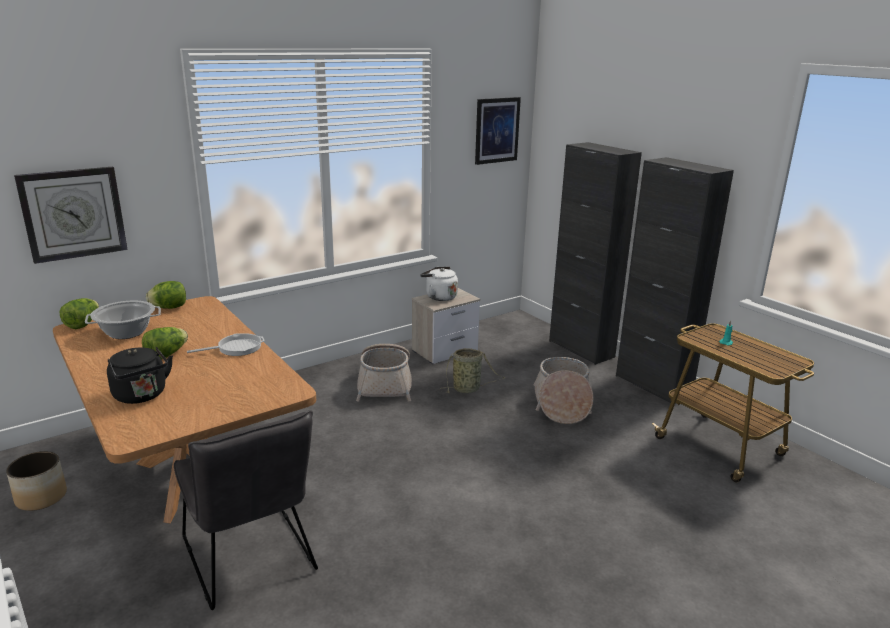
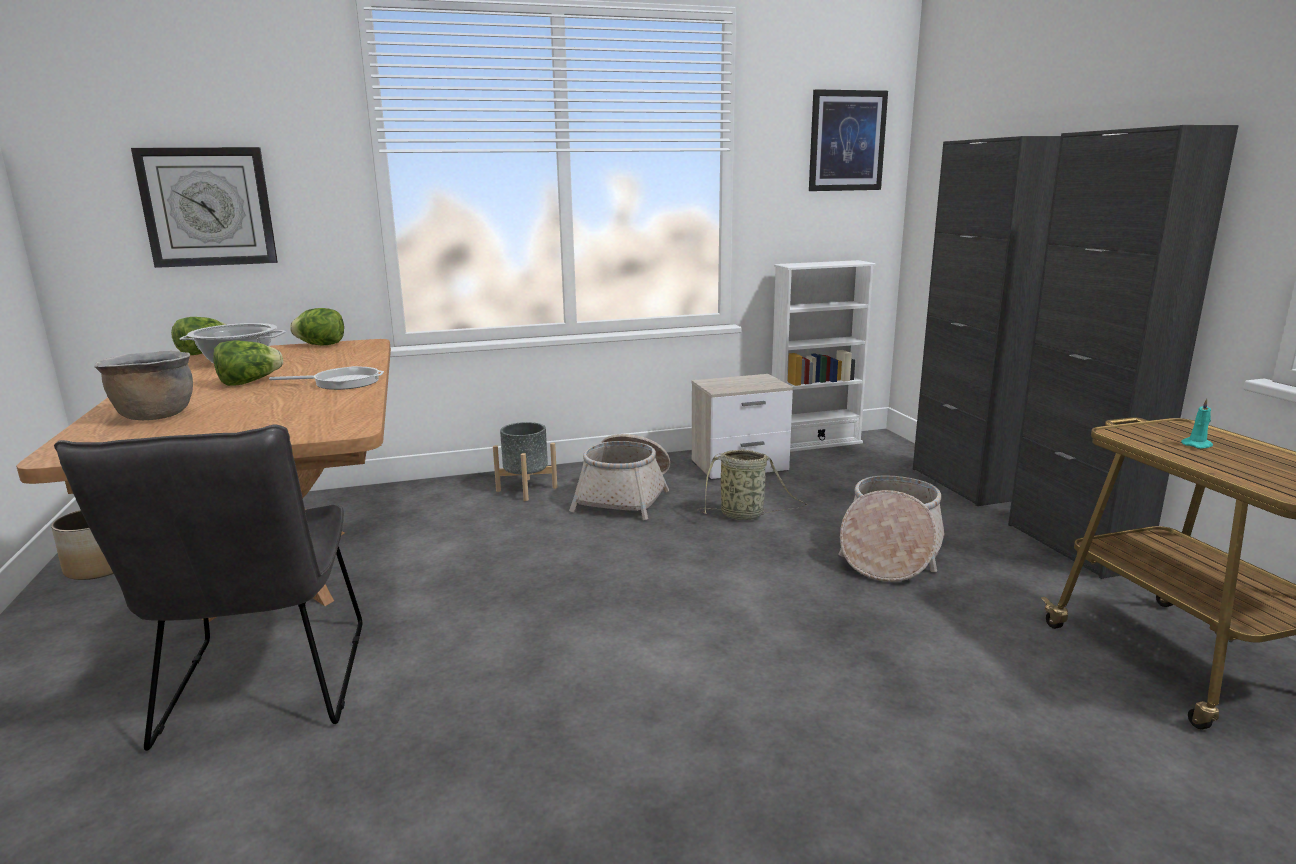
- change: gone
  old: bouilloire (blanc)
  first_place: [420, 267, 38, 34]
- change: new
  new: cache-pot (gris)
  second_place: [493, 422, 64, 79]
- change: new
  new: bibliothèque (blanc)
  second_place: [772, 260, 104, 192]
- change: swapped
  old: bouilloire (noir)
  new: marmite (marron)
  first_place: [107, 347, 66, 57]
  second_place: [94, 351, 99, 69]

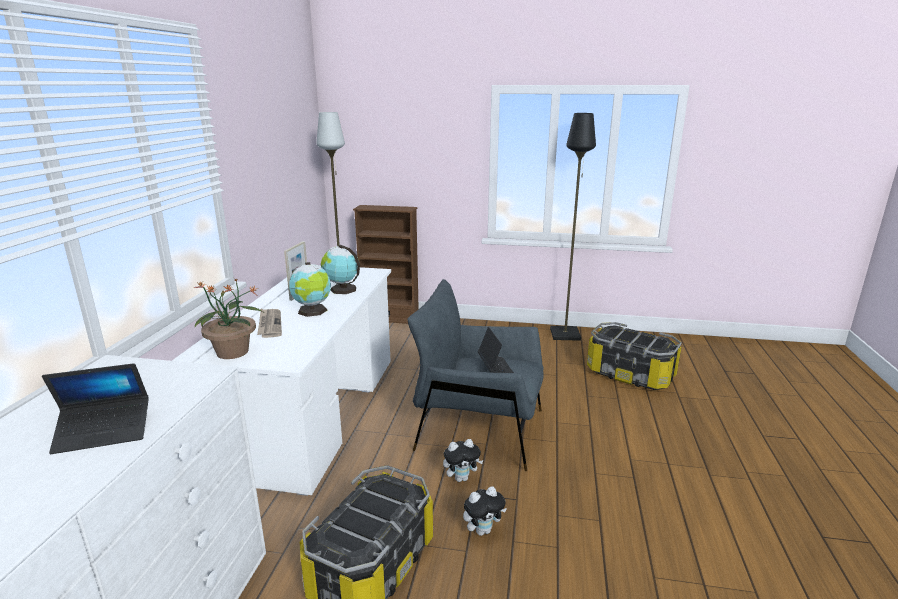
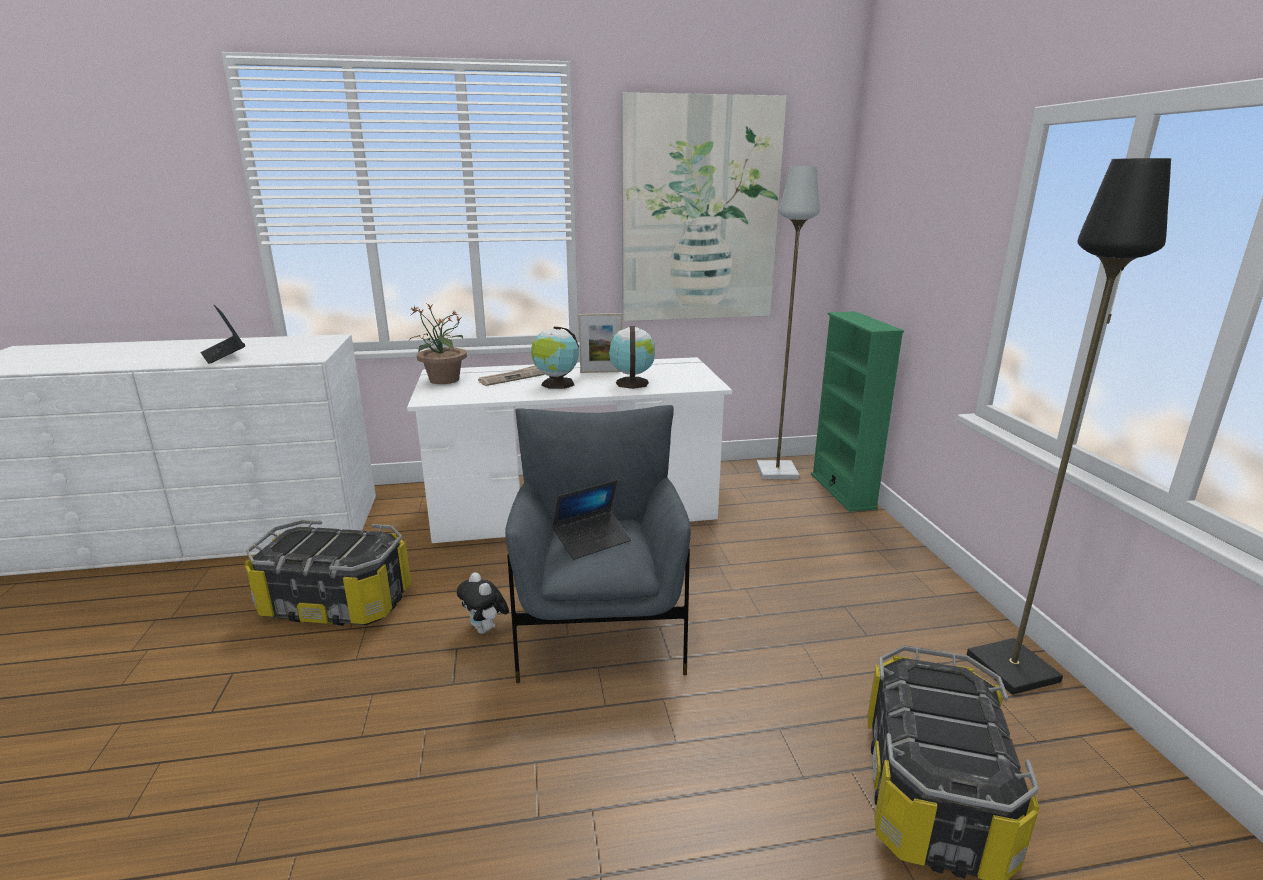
- change: gone
  old: peluche
  first_place: [463, 486, 44, 50]
- change: new
  new: tableau
  second_place: [621, 92, 166, 229]
- change: repainted
  old: bibliothèque (marron)
  new: bibliothèque (vert)
  first_place: [353, 205, 66, 119]
  second_place: [811, 311, 93, 201]

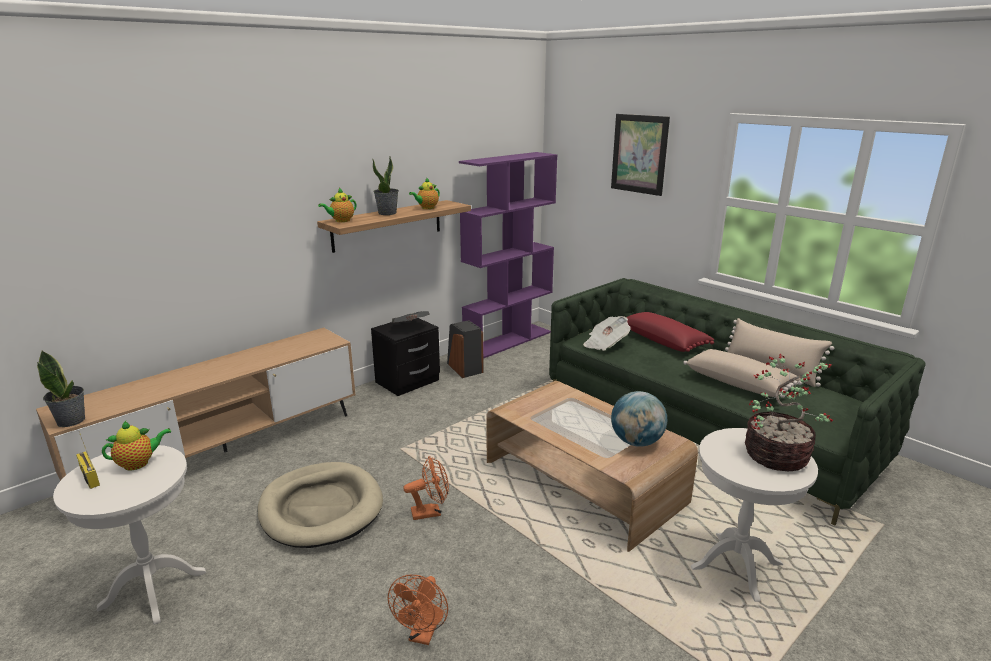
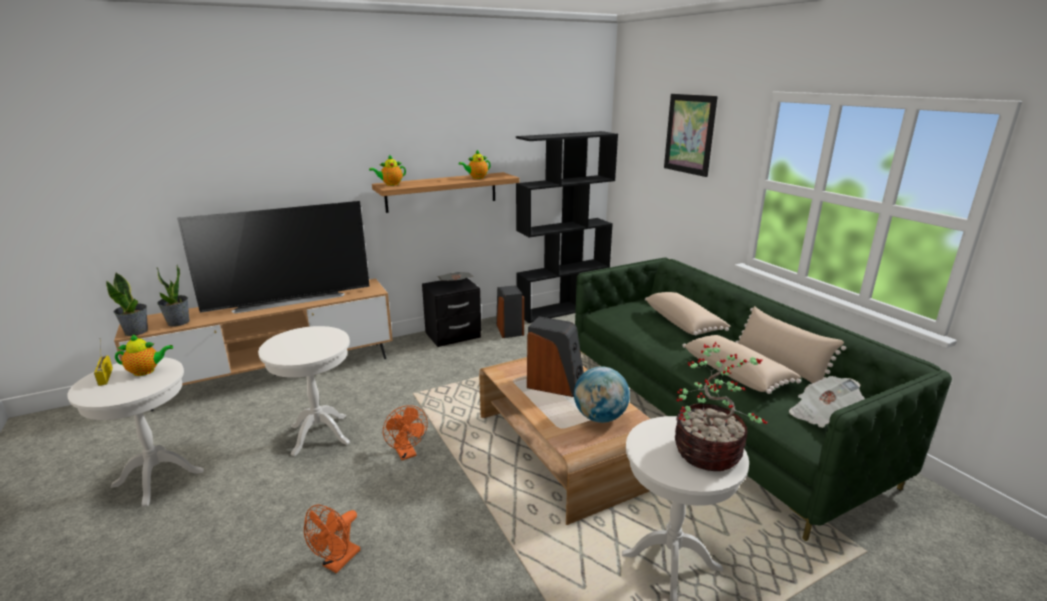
- change: new
  new: téléviseur
  second_place: [177, 201, 193, 112]
- change: new
  new: enceinte
  second_place: [527, 316, 57, 81]
- change: shifted
  old: plante en pot
  first_place: [372, 157, 27, 58]
  second_place: [157, 264, 33, 63]
- change: shifted
  old: journal
  first_place: [583, 316, 48, 35]
  second_place: [789, 376, 76, 52]
- change: swapped
  old: panier pour chien (beige)
  new: table d'appoint (blanc)
  first_place: [258, 462, 125, 86]
  second_place: [258, 326, 92, 130]
- change: repainted
  old: bibliothèque (violet)
  new: bibliothèque (noir)
  first_place: [459, 152, 98, 207]
  second_place: [516, 131, 102, 192]
- change: repainted
  old: coussin (rouge)
  new: coussin (beige)
  first_place: [627, 312, 87, 40]
  second_place: [645, 292, 86, 43]
- change: rotated
  old: ventilateur (orange)
  first_place: [403, 456, 46, 64]
  second_place: [383, 405, 45, 55]
  degrees: 60

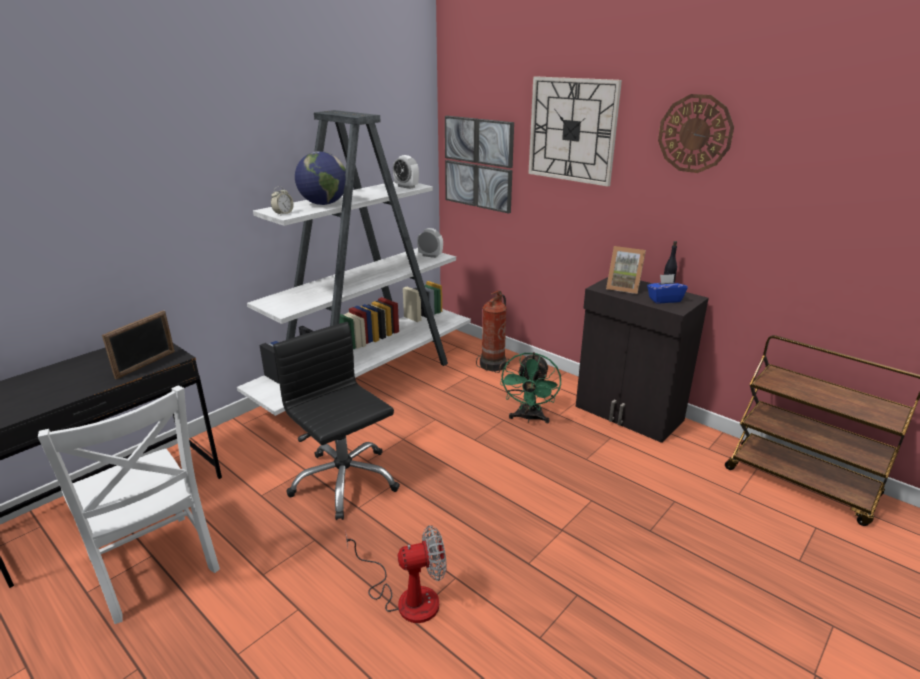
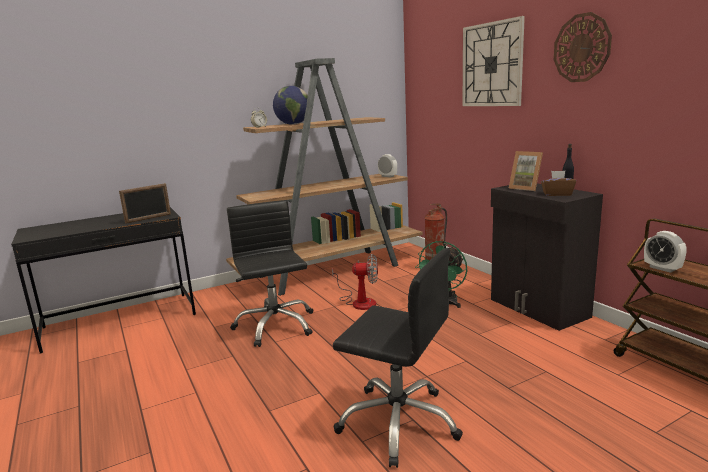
- change: gone
  old: chaise (blanc)
  first_place: [38, 385, 182, 239]
- change: gone
  old: tableau
  first_place: [445, 116, 69, 98]
- change: new
  new: chaise de bureau (noir)
  second_place: [333, 248, 130, 220]
- change: shifted
  old: ventilateur
  first_place: [345, 525, 102, 98]
  second_place: [332, 254, 46, 56]
- change: shifted
  old: réveil
  first_place: [393, 155, 26, 34]
  second_place: [644, 231, 42, 42]
- change: repainted
  old: bibliothèque (blanc)
  new: bibliothèque (marron)
  first_place: [237, 110, 234, 306]
  second_place: [226, 58, 197, 238]
- change: repainted
  old: boîte à mouchoirs (bleu)
  new: boîte à mouchoirs (marron)
  first_place: [647, 274, 41, 29]
  second_place: [541, 171, 35, 25]

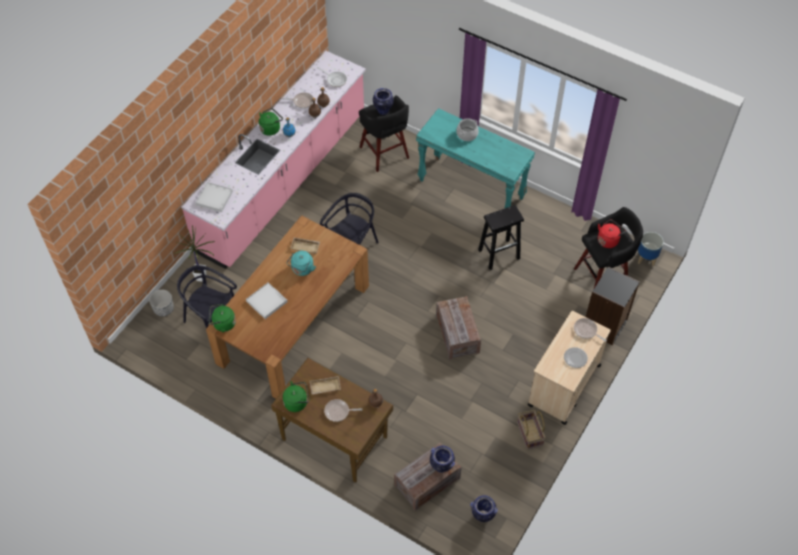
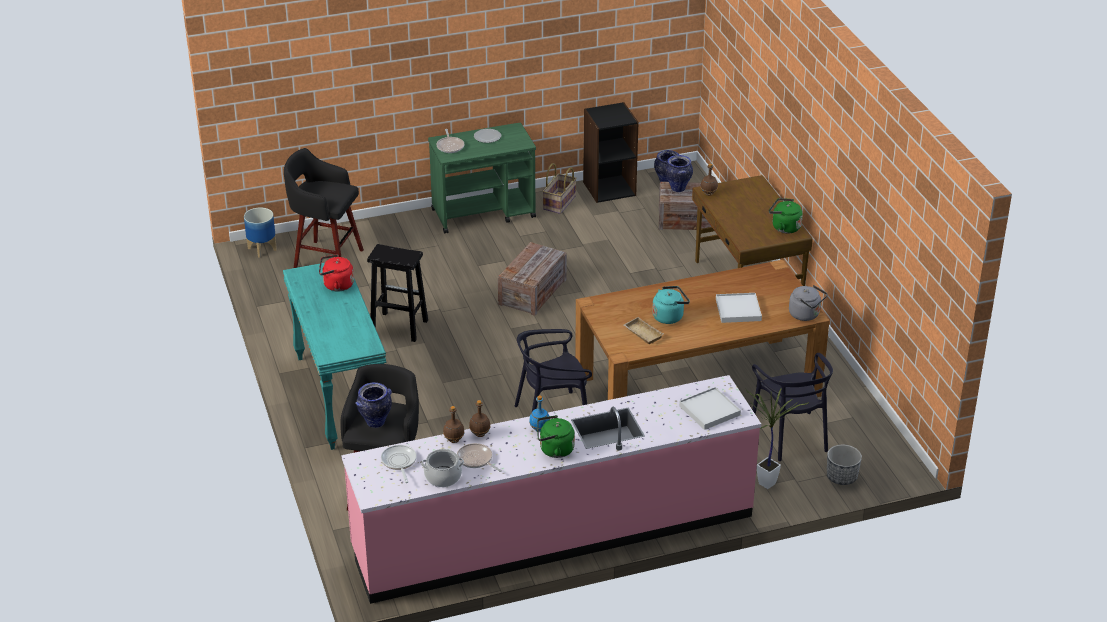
- change: gone
  old: plateau (beige)
  first_place: [310, 376, 31, 18]
- change: gone
  old: poêle
  first_place: [324, 399, 39, 23]
- change: shifted
  old: marmite
  first_place: [456, 118, 23, 23]
  second_place: [421, 449, 43, 38]
- change: shifted
  old: bibliothèque (noir)
  first_place: [586, 267, 54, 78]
  second_place: [583, 102, 55, 101]
- change: shifted
  old: bouilloire (rouge)
  first_place: [598, 219, 28, 29]
  second_place: [319, 254, 35, 37]
- change: repainted
  old: bouilloire (vert)
  new: bouilloire (gris)
  first_place: [209, 304, 27, 28]
  second_place: [789, 285, 39, 36]
- change: repainted
  old: chariot (beige)
  new: chariot (vert)
  first_place: [528, 311, 83, 114]
  second_place: [428, 123, 108, 111]

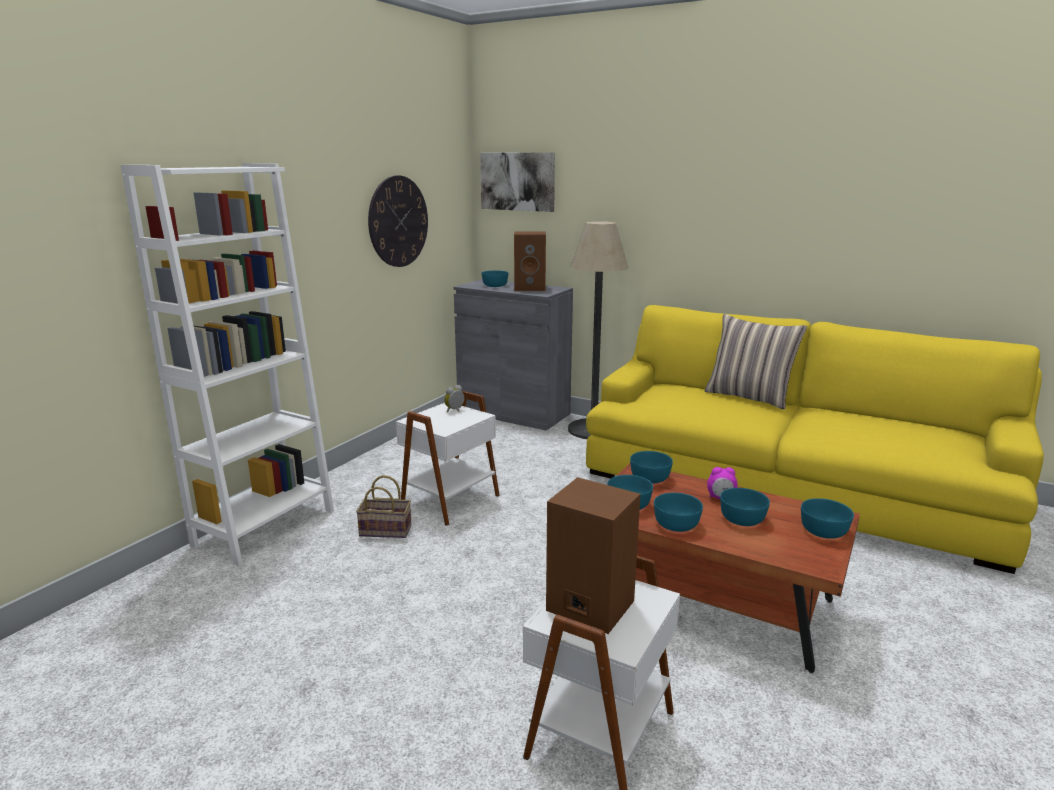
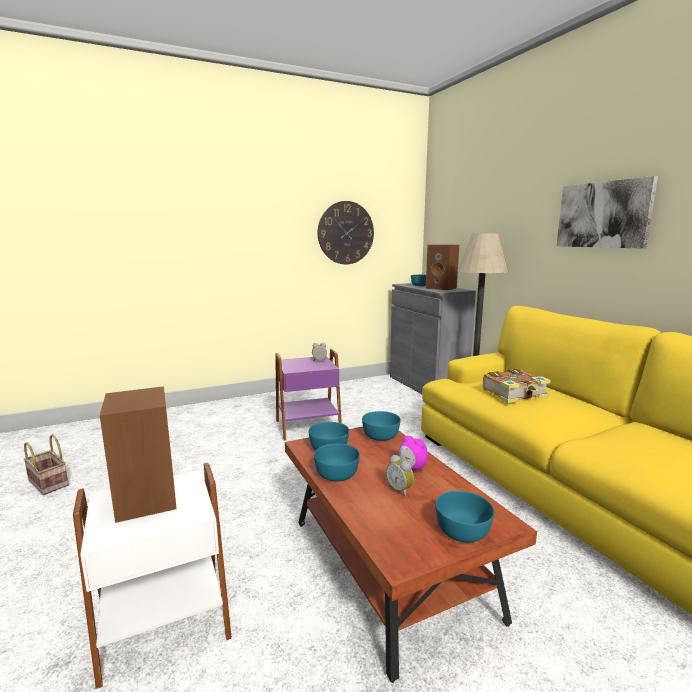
- change: gone
  old: bibliothèque (blanc)
  first_place: [121, 163, 213, 403]
- change: gone
  old: coussin
  first_place: [705, 314, 102, 96]
- change: new
  new: livre
  second_place: [483, 369, 68, 34]
- change: shifted
  old: panier
  first_place: [356, 475, 56, 63]
  second_place: [23, 434, 46, 61]
- change: shifted
  old: tableau
  first_place: [480, 152, 75, 60]
  second_place: [556, 176, 102, 73]
- change: swapped
  old: bol (turquoise)
  new: réveil
  first_place: [720, 488, 50, 38]
  second_place: [386, 455, 28, 42]
- change: repainted
  old: table d'appoint (blanc)
  new: table d'appoint (violet)
  first_place: [396, 391, 104, 135]
  second_place: [275, 349, 67, 92]

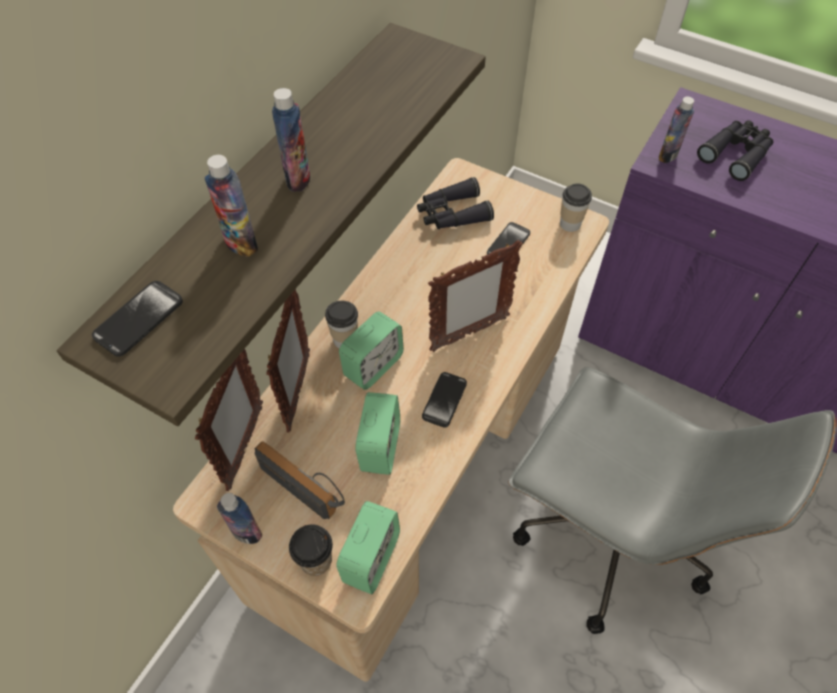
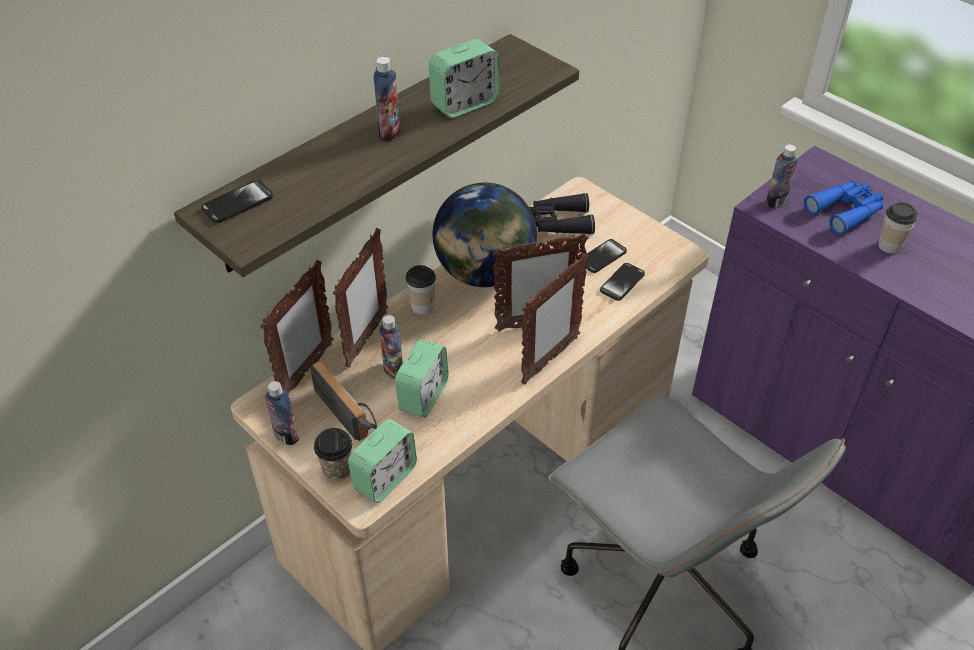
- change: new
  new: globe
  second_place: [433, 183, 104, 104]
- change: new
  new: cadre photo
  second_place: [521, 253, 67, 132]
- change: shifted
  old: bouteille
  first_place: [205, 155, 53, 102]
  second_place: [379, 315, 24, 64]
- change: shifted
  old: réveil
  first_place: [339, 312, 65, 78]
  second_place: [428, 39, 71, 79]
- change: shifted
  old: téléphone
  first_place: [422, 372, 45, 56]
  second_place: [600, 263, 45, 38]
- change: shifted
  old: tasse
  first_place: [560, 183, 32, 49]
  second_place: [878, 202, 40, 51]
- change: repainted
  old: jumelles (noir)
  new: jumelles (bleu)
  first_place: [697, 120, 76, 61]
  second_place: [804, 181, 80, 54]

